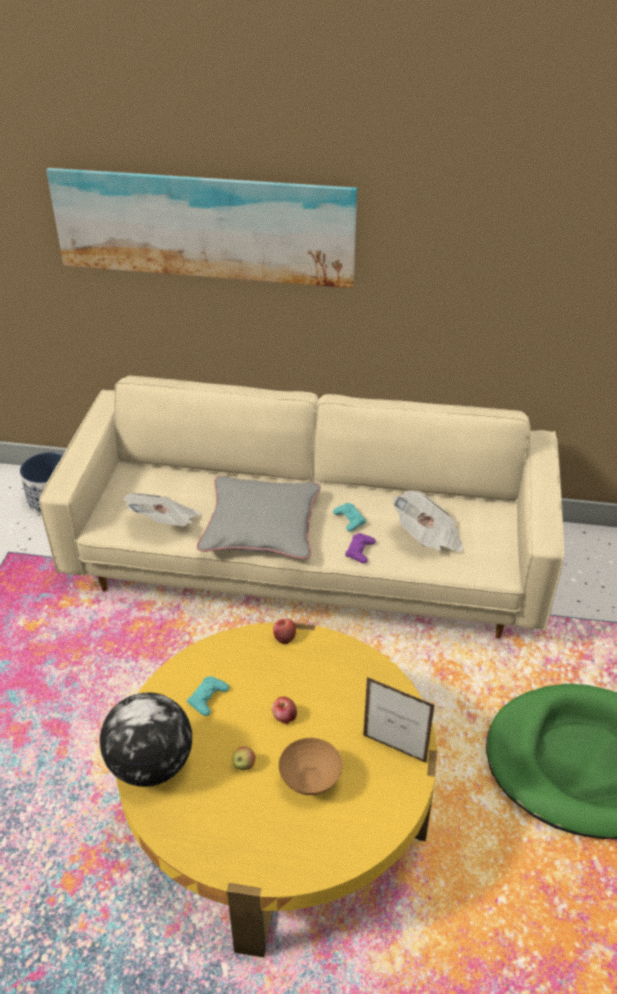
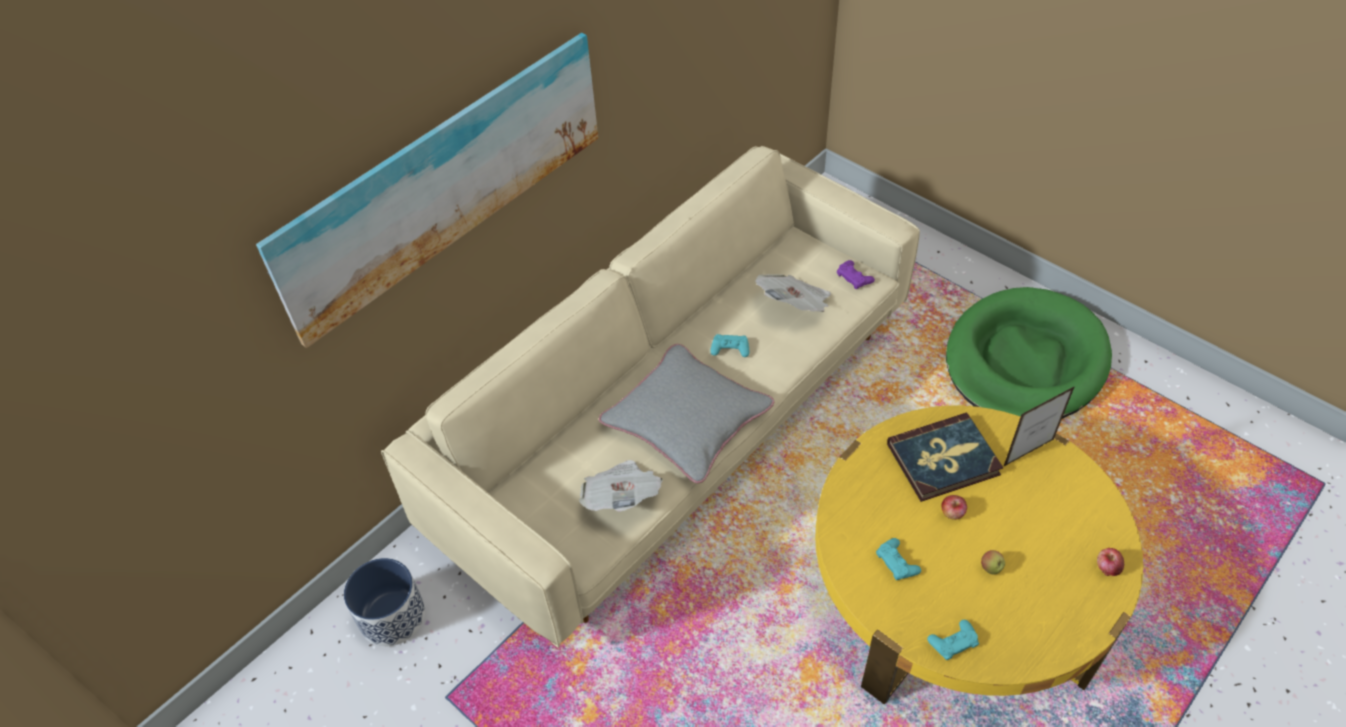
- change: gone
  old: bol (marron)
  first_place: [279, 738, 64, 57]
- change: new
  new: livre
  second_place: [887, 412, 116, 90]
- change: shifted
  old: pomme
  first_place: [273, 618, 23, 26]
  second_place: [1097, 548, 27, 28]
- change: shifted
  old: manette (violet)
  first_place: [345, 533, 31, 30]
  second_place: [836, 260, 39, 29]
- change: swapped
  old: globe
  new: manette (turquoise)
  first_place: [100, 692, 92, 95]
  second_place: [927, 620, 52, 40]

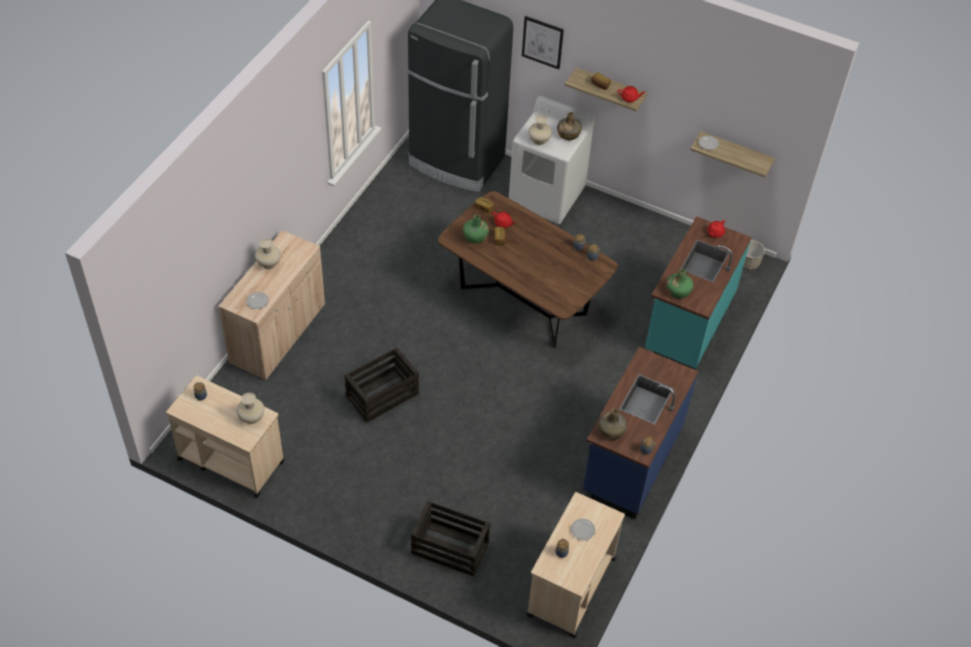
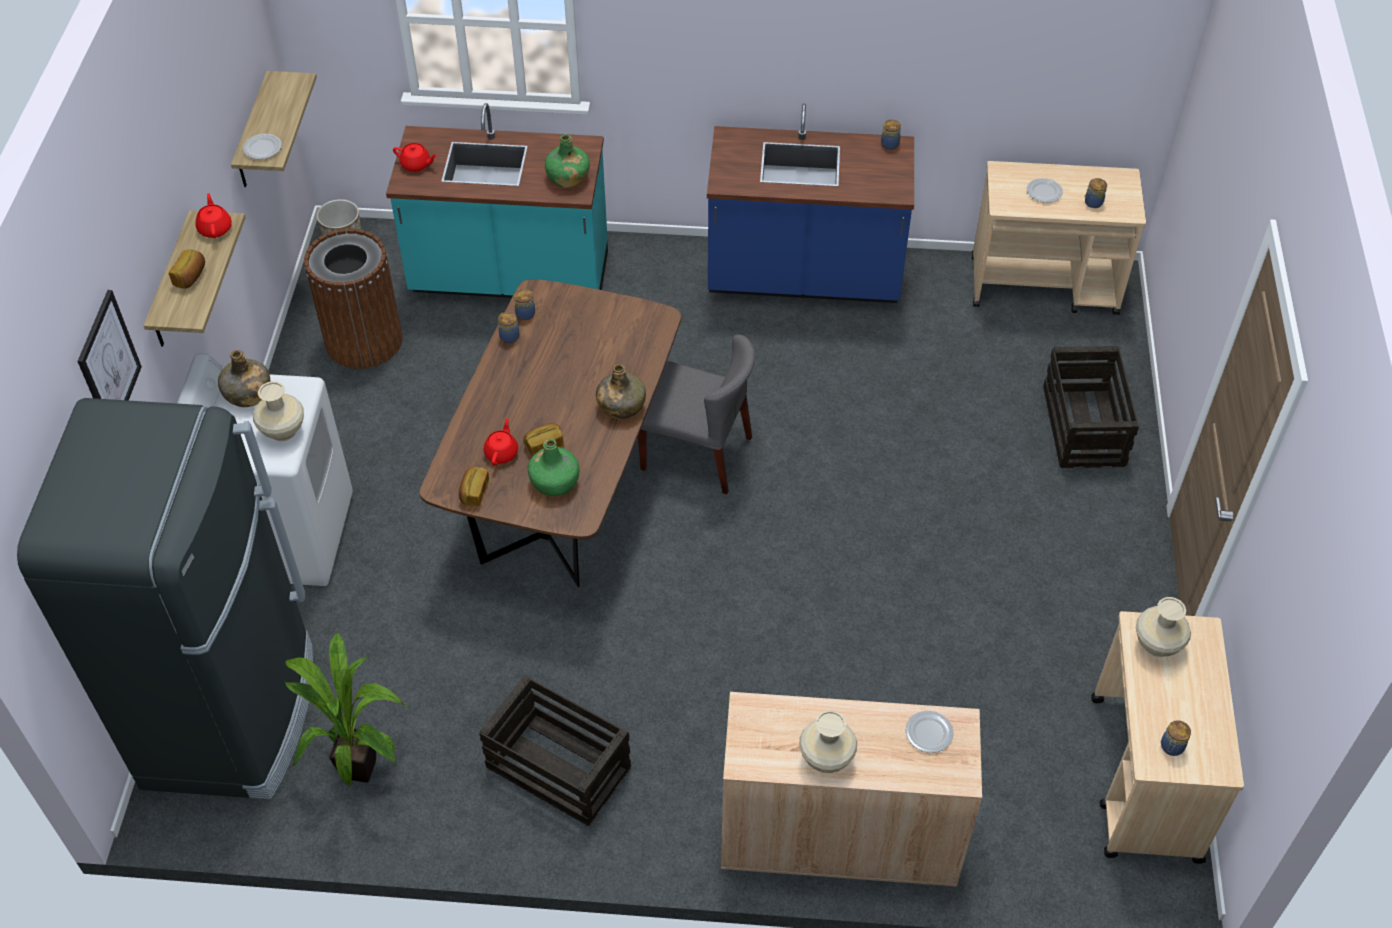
- change: new
  new: plante en pot
  second_place: [285, 631, 126, 156]
- change: new
  new: poubelle (marron)
  second_place: [304, 228, 99, 141]
- change: new
  new: chaise (gris)
  second_place: [638, 335, 117, 159]
- change: shifted
  old: caisse
  first_place: [344, 348, 75, 74]
  second_place: [479, 676, 152, 150]
- change: shifted
  old: bouteille (vert)
  first_place: [598, 408, 29, 32]
  second_place: [596, 364, 50, 55]

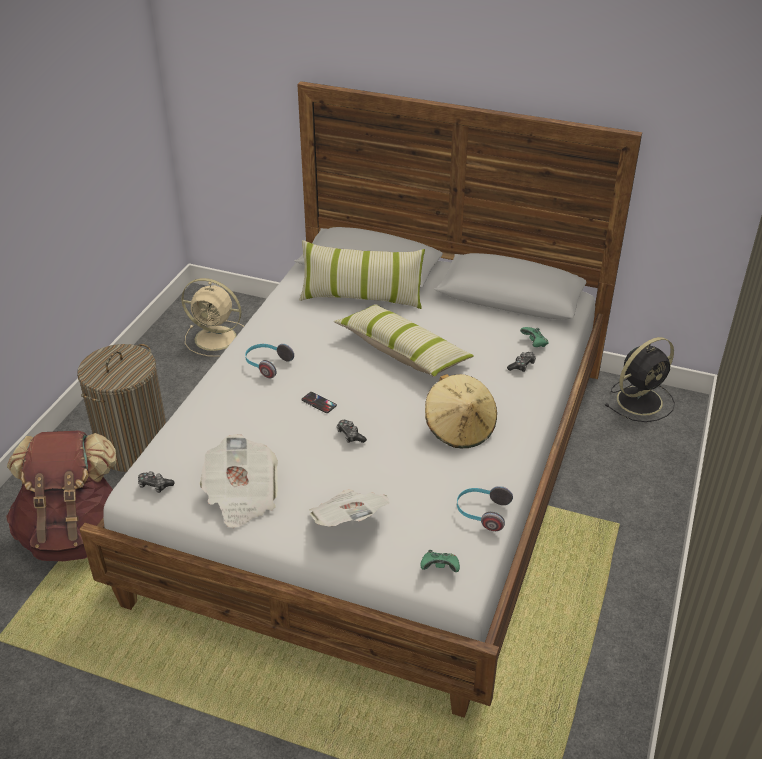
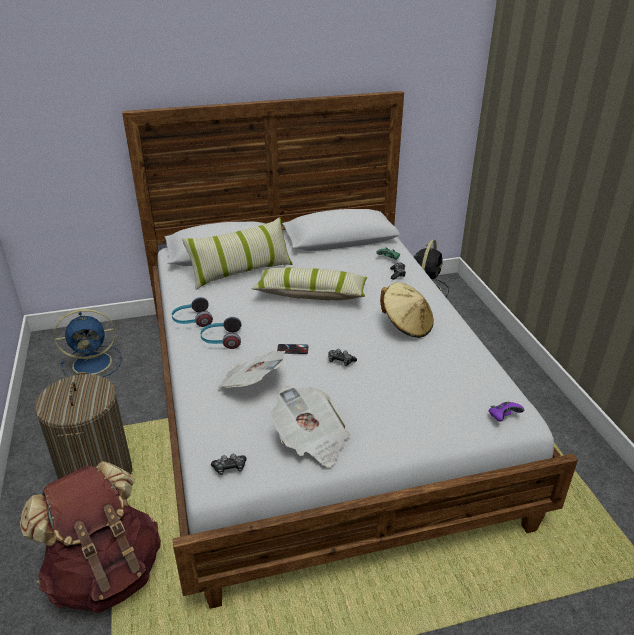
- change: shifted
  old: journal
  first_place: [309, 489, 81, 37]
  second_place: [218, 351, 68, 37]
- change: shifted
  old: casque audio
  first_place: [457, 486, 56, 45]
  second_place: [172, 297, 41, 30]
- change: repainted
  old: ventilateur (beige)
  new: ventilateur (bleu)
  first_place: [181, 278, 63, 79]
  second_place: [54, 309, 68, 68]
- change: repainted
  old: manette (vert)
  new: manette (violet)
  first_place: [420, 550, 40, 22]
  second_place: [489, 402, 35, 19]

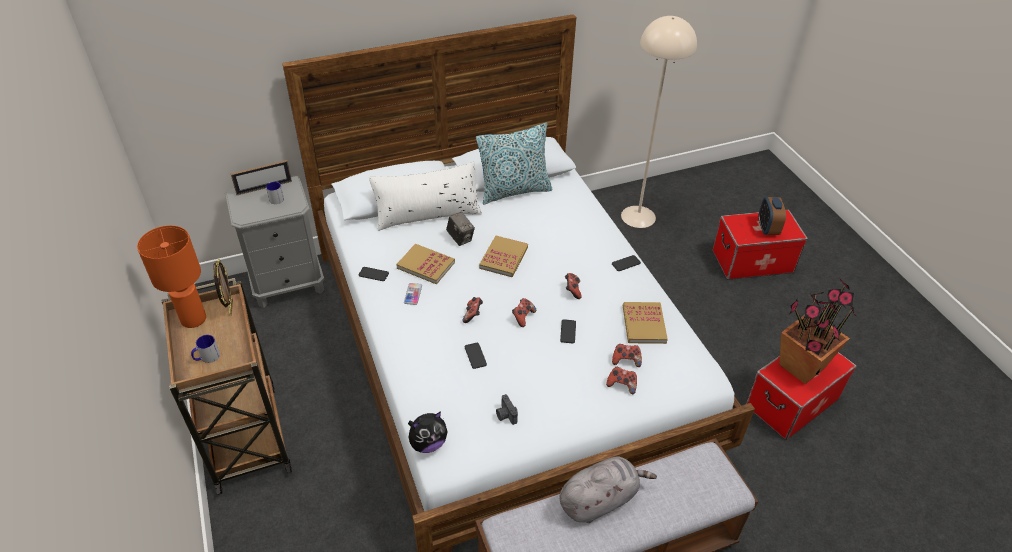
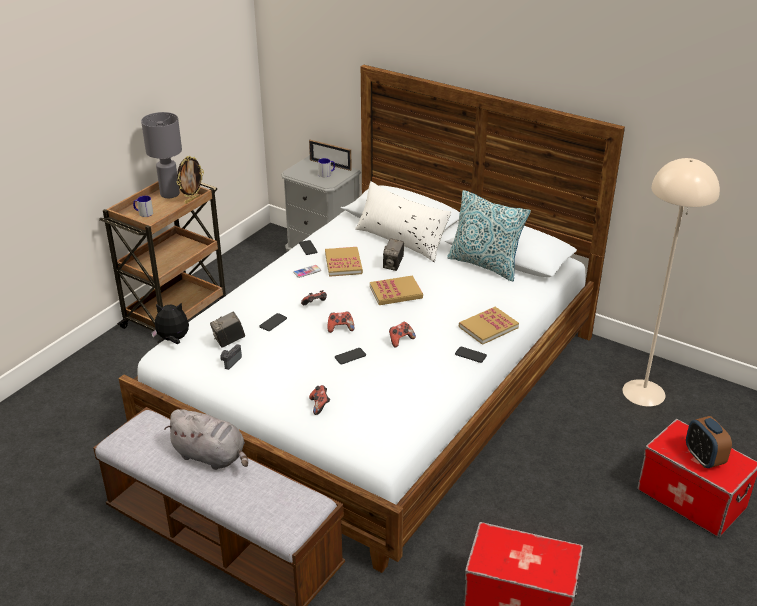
- change: gone
  old: manette
  first_place: [612, 344, 30, 23]
- change: gone
  old: plante en pot
  first_place: [779, 279, 79, 105]
- change: new
  new: appareil photo
  second_place: [210, 312, 35, 36]
- change: shifted
  old: livre
  first_place: [623, 302, 45, 42]
  second_place: [459, 307, 60, 38]
- change: repainted
  old: lampe de table (orange)
  new: lampe de table (gris)
  first_place: [137, 225, 69, 103]
  second_place: [141, 112, 41, 86]
- change: rotated
  old: peluche
  first_place: [408, 411, 40, 42]
  second_place: [151, 303, 38, 41]
  degrees: 150
- change: rotated
  old: réveil
  first_place: [758, 197, 28, 38]
  second_place: [686, 416, 46, 52]
  degrees: -75

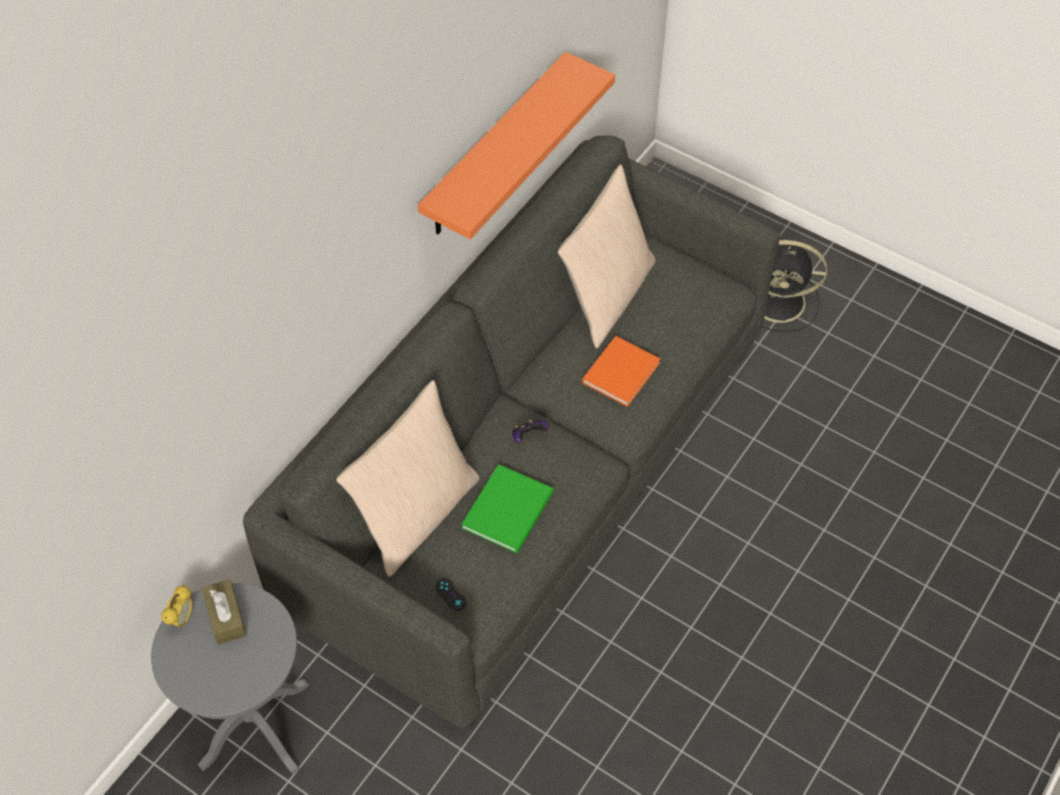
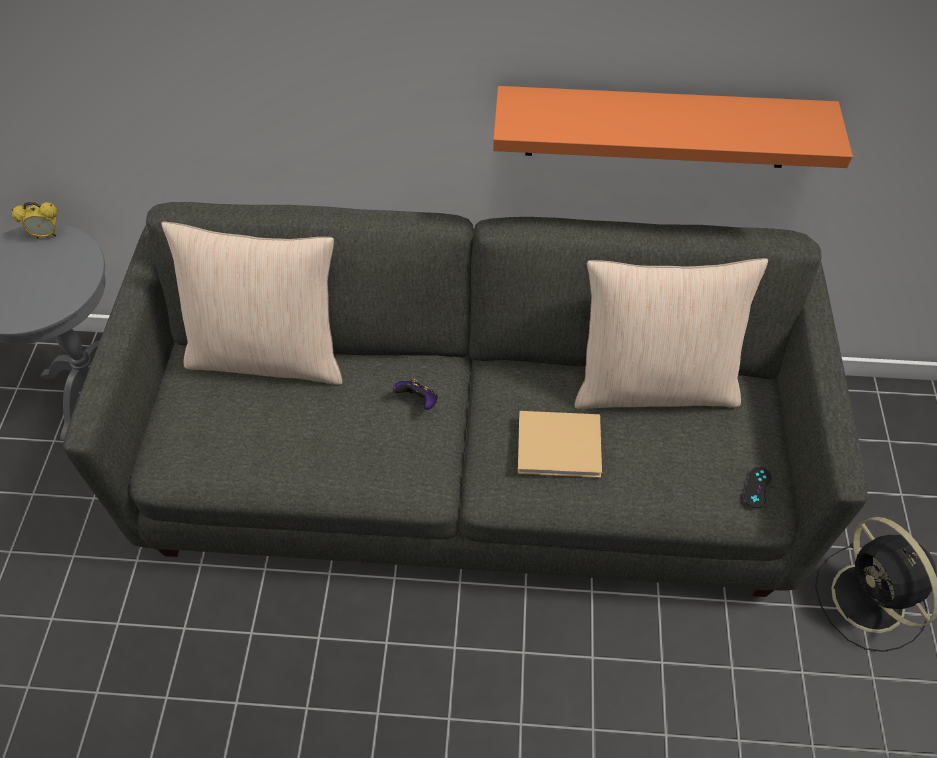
- change: gone
  old: boîte à mouchoirs (marron)
  first_place: [202, 579, 45, 66]
- change: gone
  old: livre (vert)
  first_place: [461, 464, 93, 89]
- change: shifted
  old: manette (noir)
  first_place: [436, 578, 31, 33]
  second_place: [744, 467, 28, 41]
- change: repainted
  old: livre (orange)
  new: livre (beige)
  first_place: [582, 336, 78, 71]
  second_place: [518, 411, 84, 67]

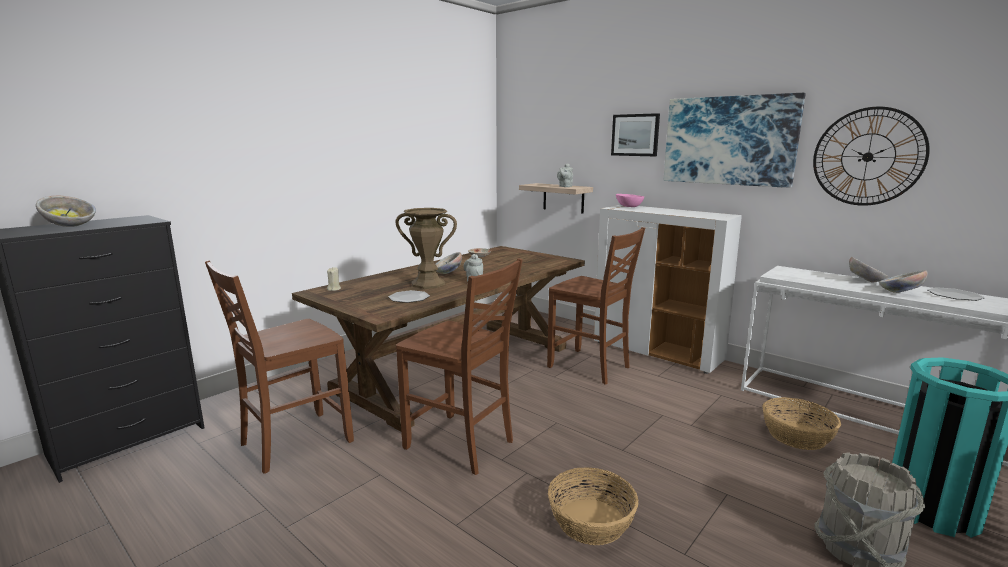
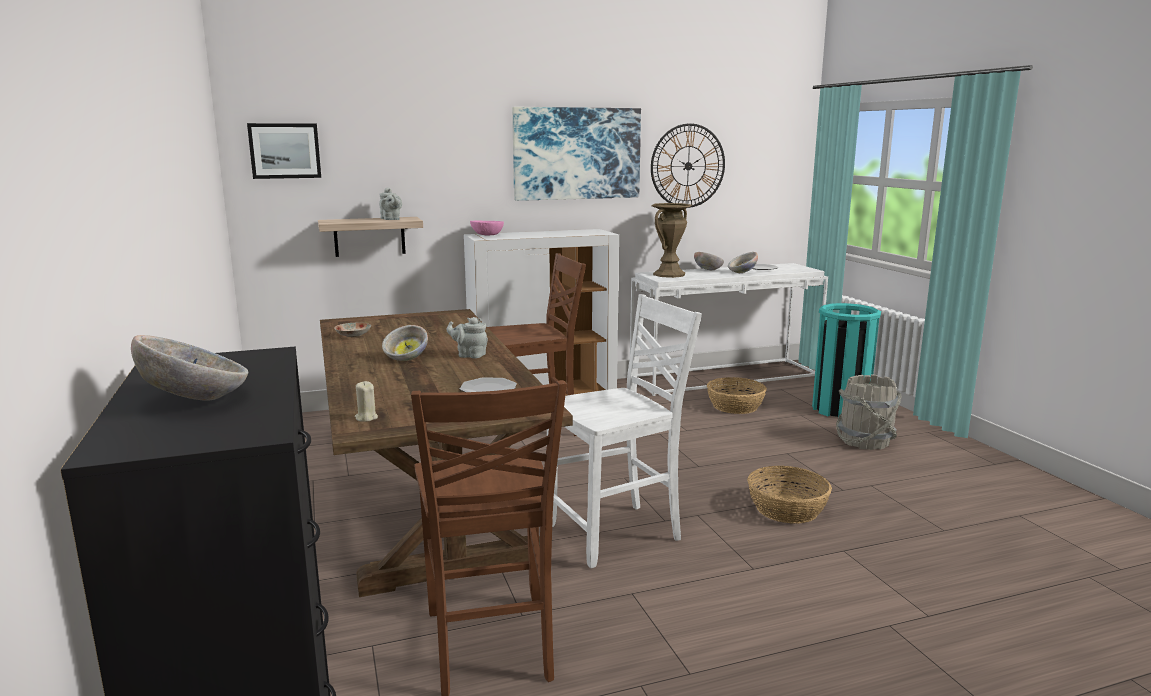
- change: shifted
  old: vase (marron)
  first_place: [395, 208, 62, 81]
  second_place: [651, 203, 41, 75]
- change: shifted
  old: tableau
  first_place: [611, 113, 49, 43]
  second_place: [247, 123, 74, 56]
- change: repainted
  old: chaise (marron)
  new: chaise (blanc)
  first_place: [396, 258, 127, 217]
  second_place: [547, 294, 155, 274]

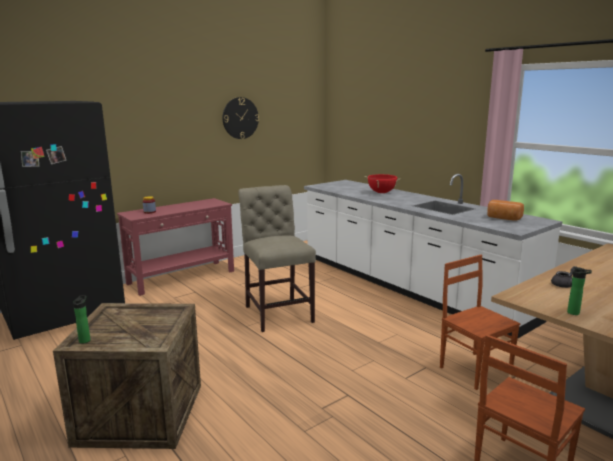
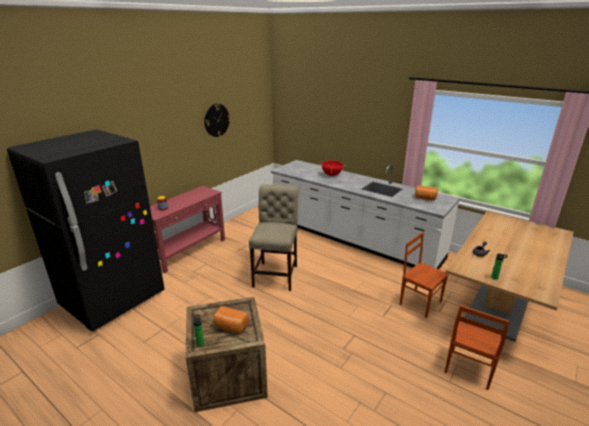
- change: new
  new: pain
  second_place: [214, 306, 35, 27]
- change: rotated
  old: chaise (beige)
  first_place: [238, 185, 78, 147]
  second_place: [249, 184, 49, 107]
  degrees: 45

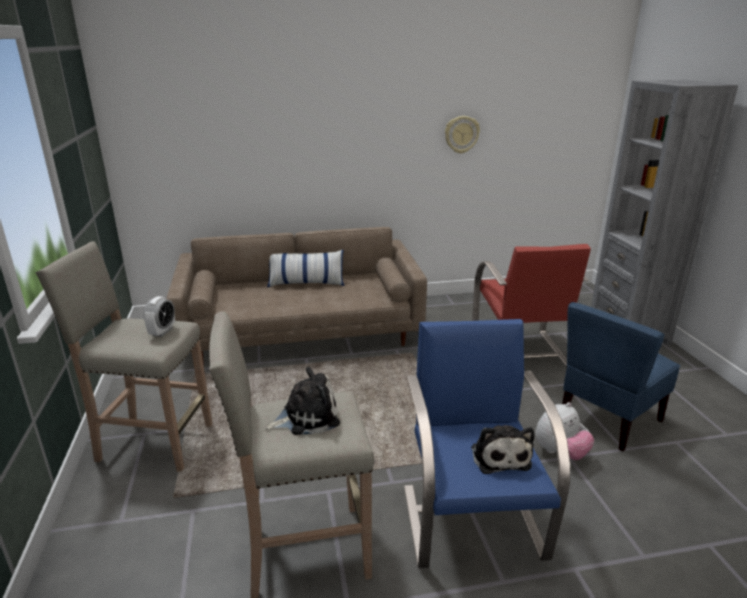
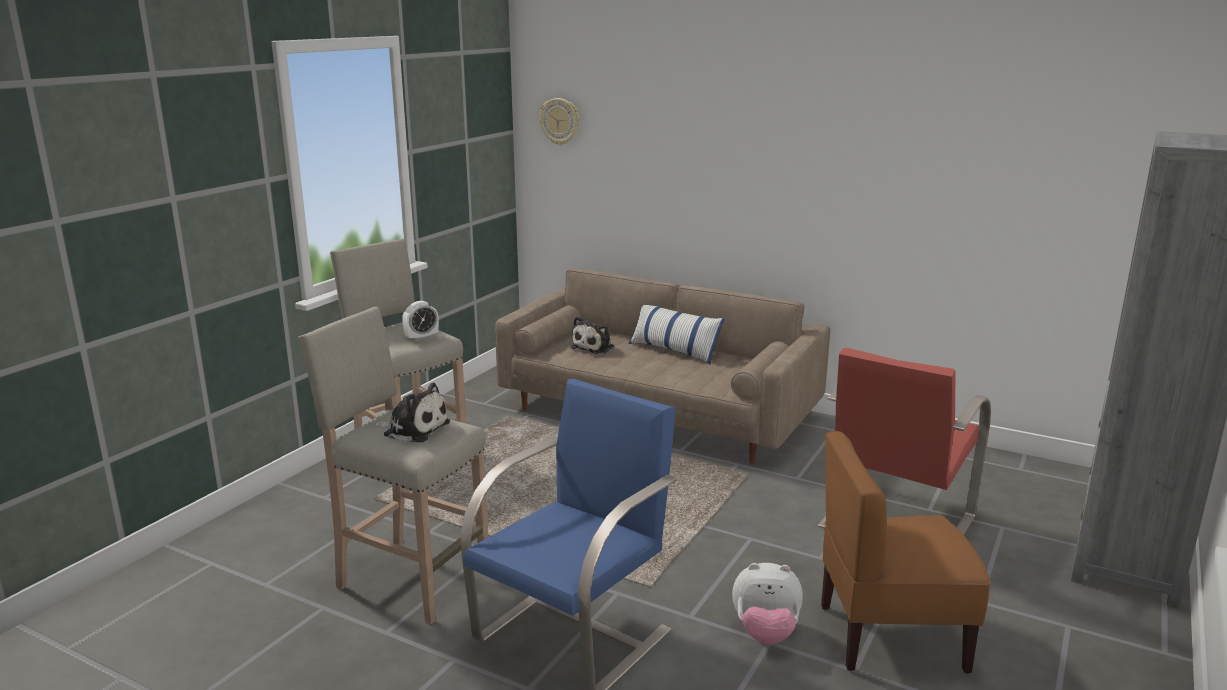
- change: shifted
  old: horloge murale
  first_place: [445, 116, 35, 38]
  second_place: [539, 98, 40, 47]
- change: shifted
  old: peluche
  first_place: [471, 425, 63, 49]
  second_place: [570, 316, 45, 38]
- change: repainted
  old: chaise (bleu)
  new: chaise (marron)
  first_place: [562, 302, 118, 149]
  second_place: [821, 431, 170, 243]

